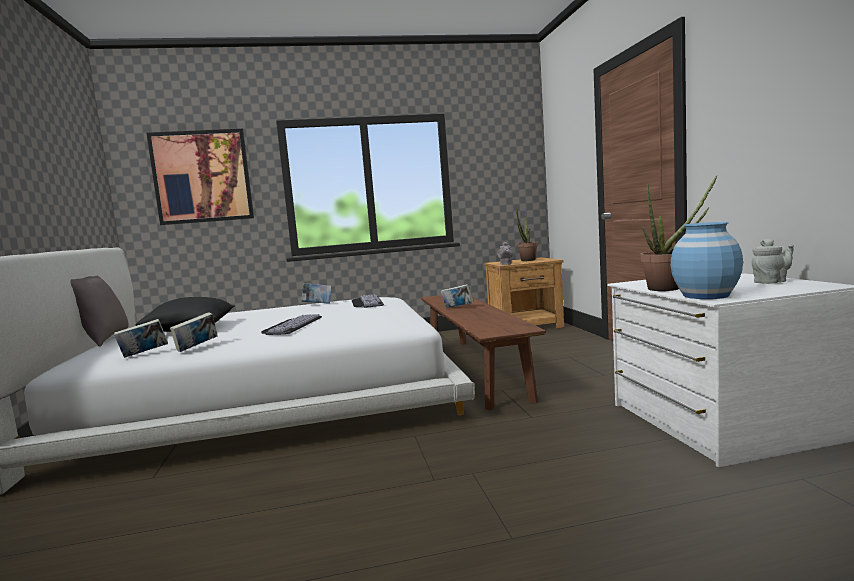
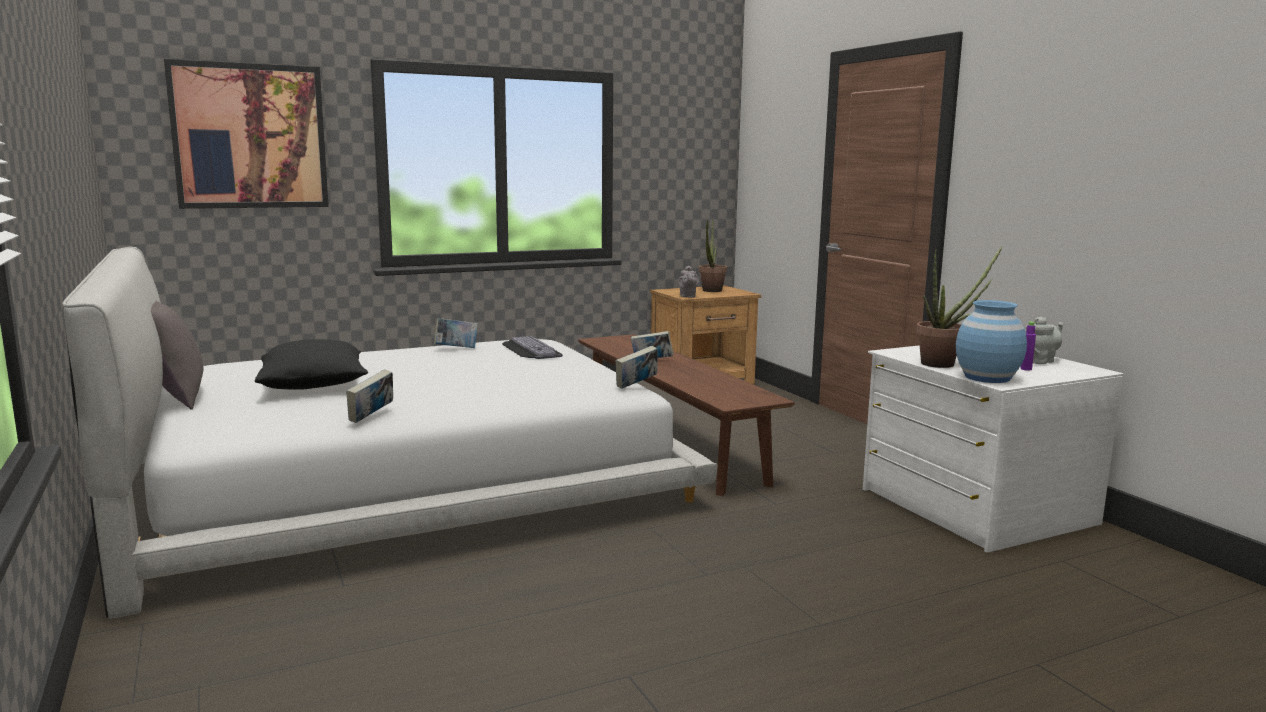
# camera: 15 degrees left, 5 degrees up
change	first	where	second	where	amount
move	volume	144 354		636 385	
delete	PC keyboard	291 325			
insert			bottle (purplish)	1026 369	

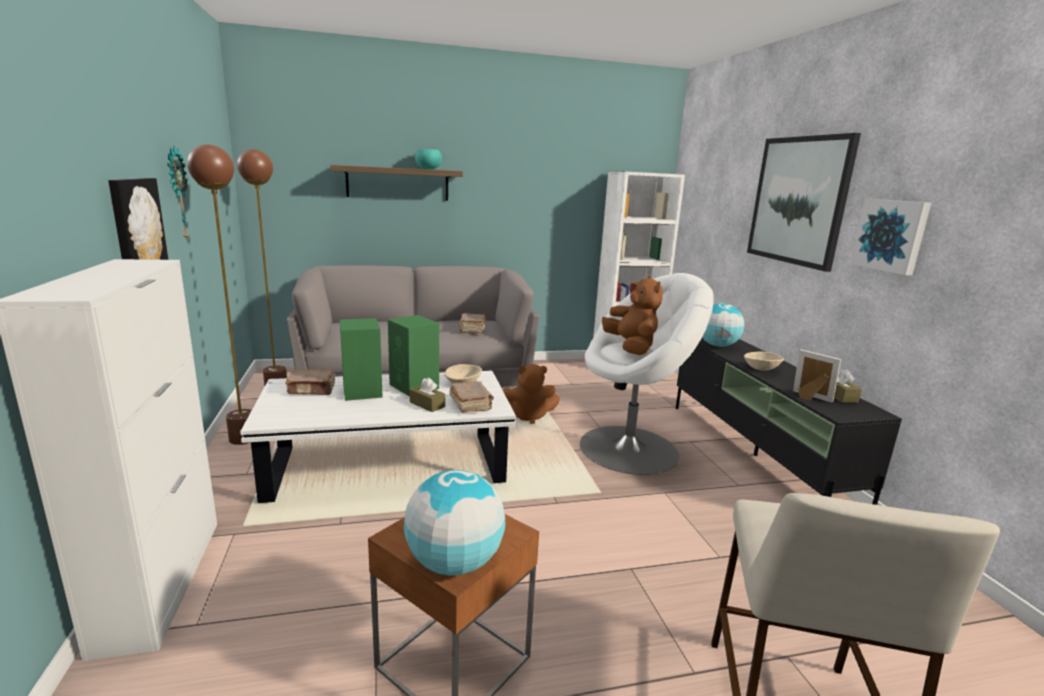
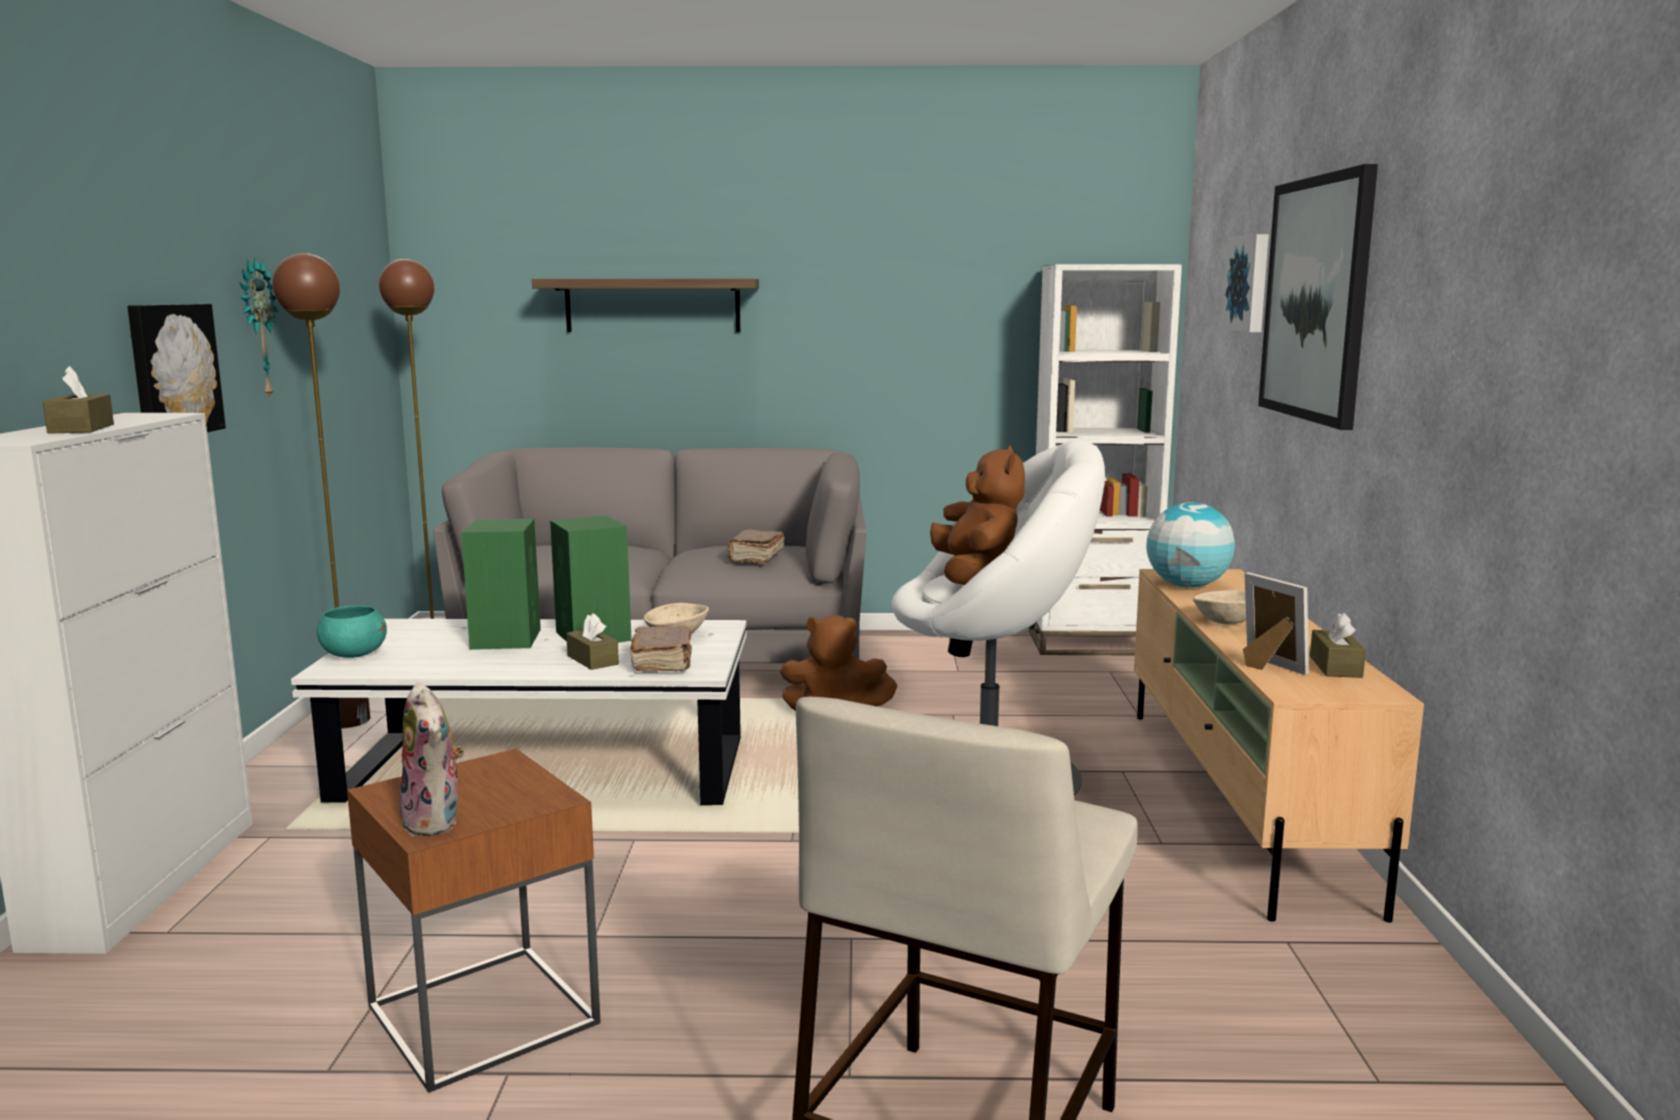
# camera: 15 degrees right, 5 degrees down
change	first	where	second	where	amount
delete	volume (brownish)	312 390			
replace	globe	454 563	plush toy	436 822	
move	serving bowl (turquoise-coloured)	428 169		353 655	
recolor	tv stand (blackish)	755 455	tv stand (beige-coloured)	1240 801	
move	wall picture	891 235		1249 283	
insert			tissue box (brownish)	81 429	

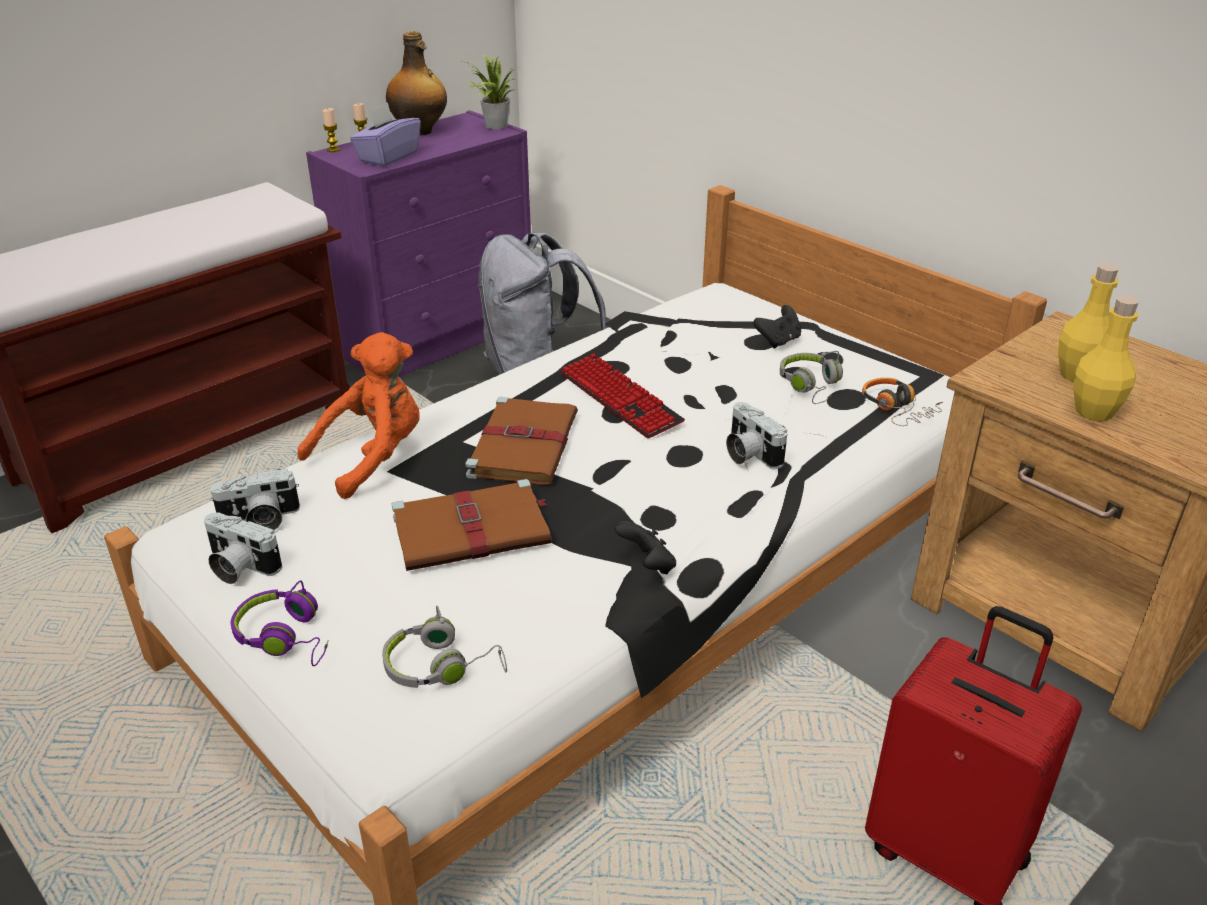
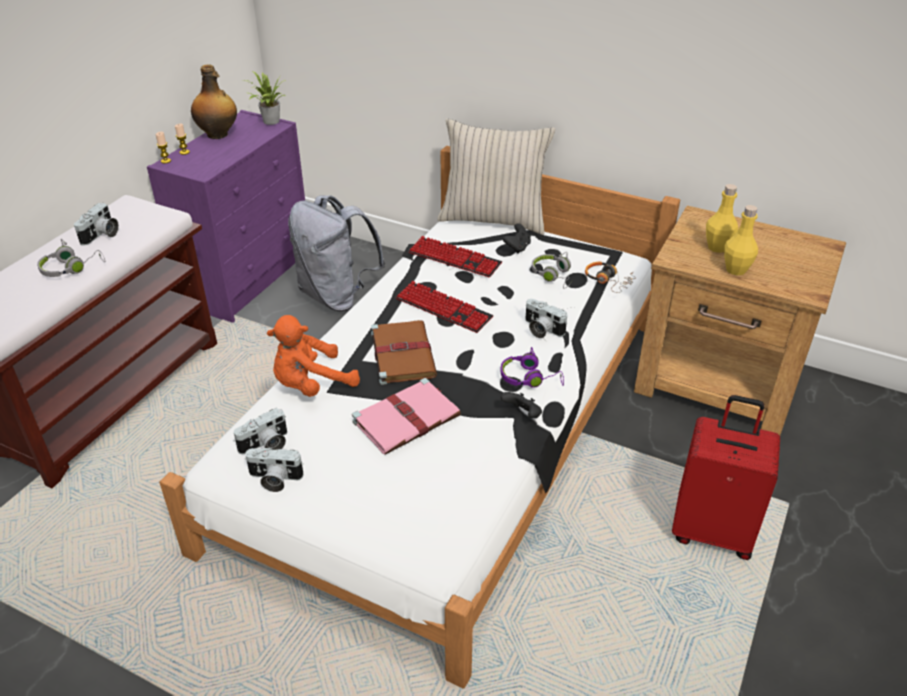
# camera: 20 degrees left, 5 degrees up
change	first	where	second	where	amount
move	headset (purplish)	287 637		530 378	
rotate	plush toy (orange-coloured)	373 457		311 385	150 degrees counterclockwise
delete	tissue box (purplish)	388 157			
move	headset (gray)	443 666		71 268	
recolor	volume (brownish)	473 530	volume (pinkish)	407 418	
insert			photo camera	101 235	
insert			PC keyboard	454 258	
insert			throw pillow (beige-coloured)	493 219	

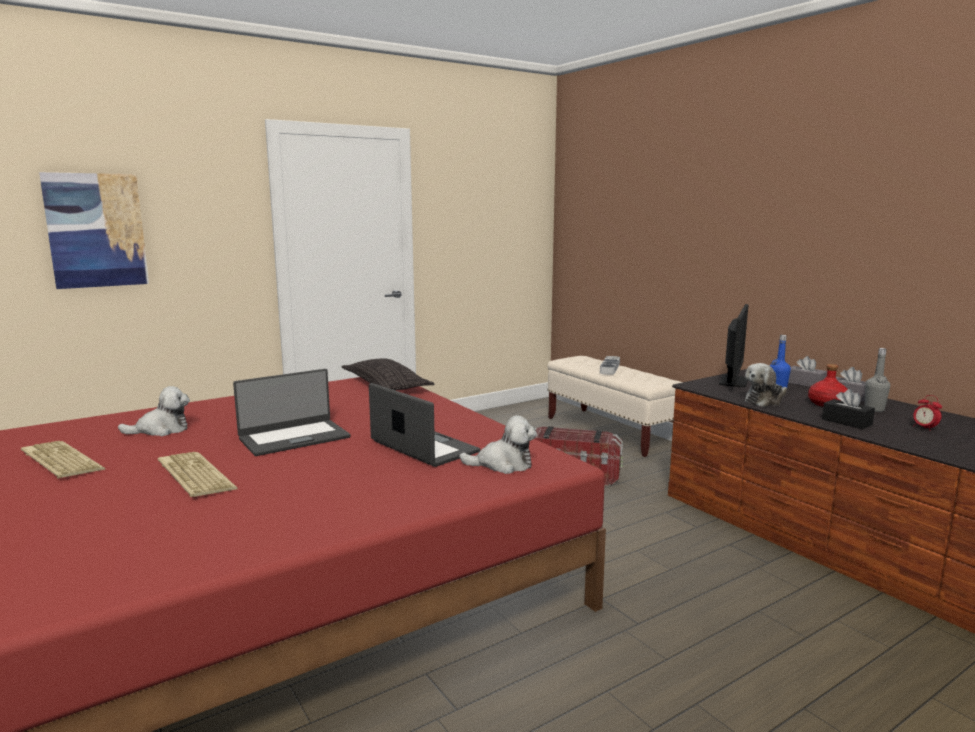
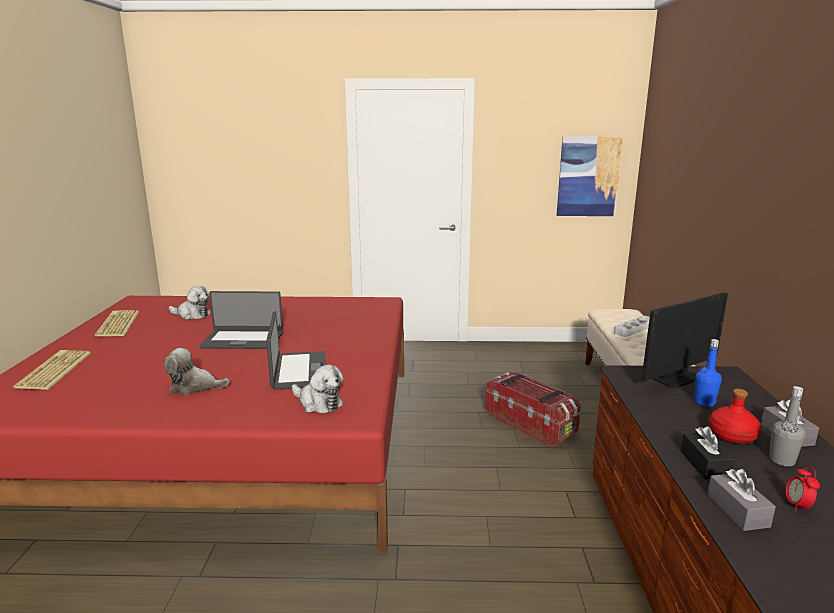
# camera: 35 degrees right, 5 degrees up
change	first	where	second	where	amount
move	wall picture	96 230		588 176	
move	PC keyboard	193 475		53 370	
delete	throw pillow	385 384			
move	plush toy	765 401		194 387	
move	tissue box (gray)	805 383		737 511	

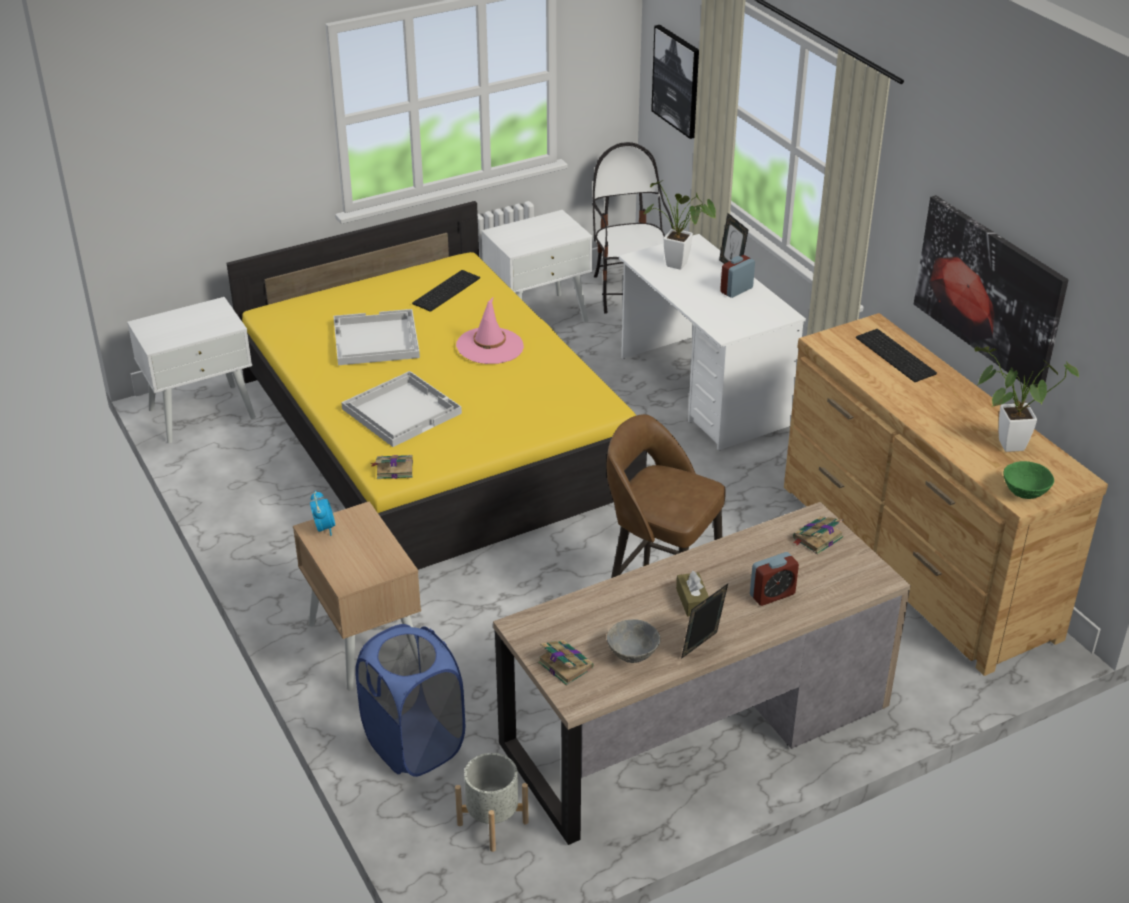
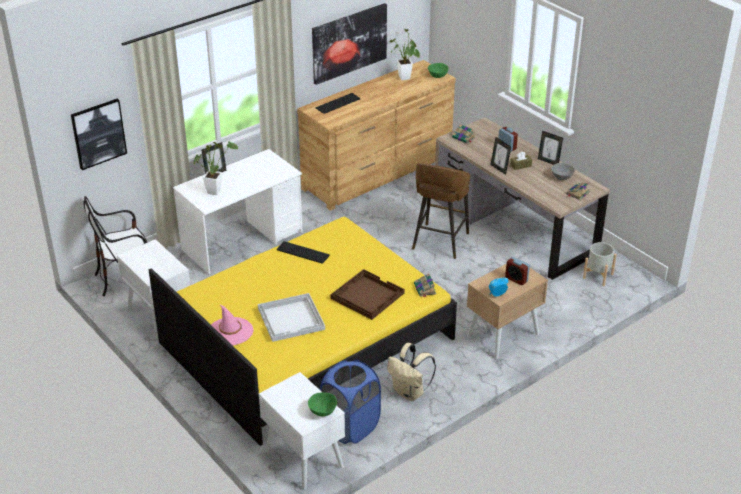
# camera: 100 degrees left, 0 degrees up
change	first	where	second	where	amount
recolor	serving tray (white-coloured)	402 410	serving tray (brownish)	366 296	
move	laundry basket (bluish)	414 744		350 427	
move	PC keyboard	446 290		302 253	
move	hat (pinkish)	490 346		230 331	
move	bedside clock	736 290		516 279	
insert			serving bowl (green-coloured)	322 411	
insert			rucksack (beige-coloured)	410 392	
insert			picture frame	499 169	

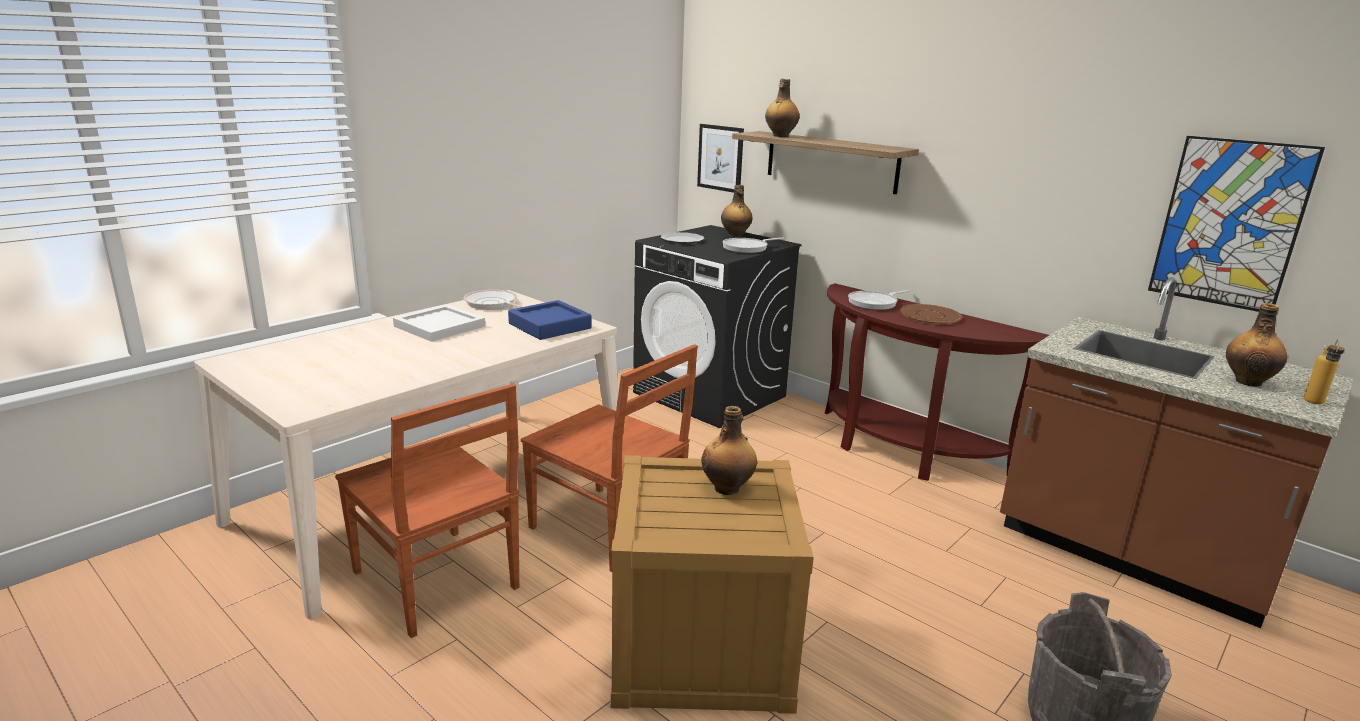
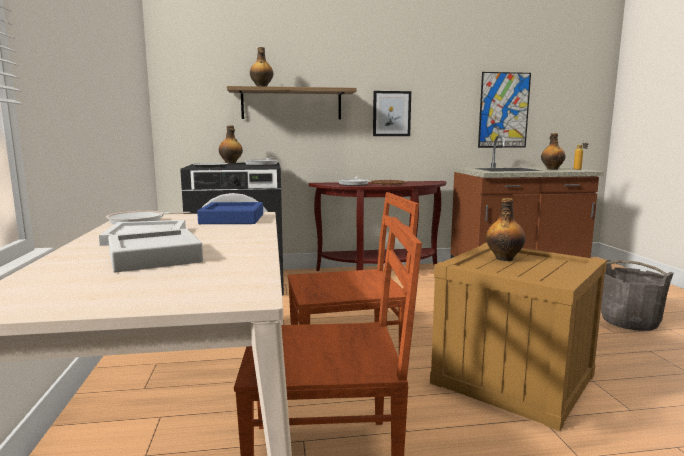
# camera: 50 degrees left, 10 degrees down
change	first	where	second	where	amount
move	wall picture	720 158		391 113	
insert			serving tray (gray)	155 258	

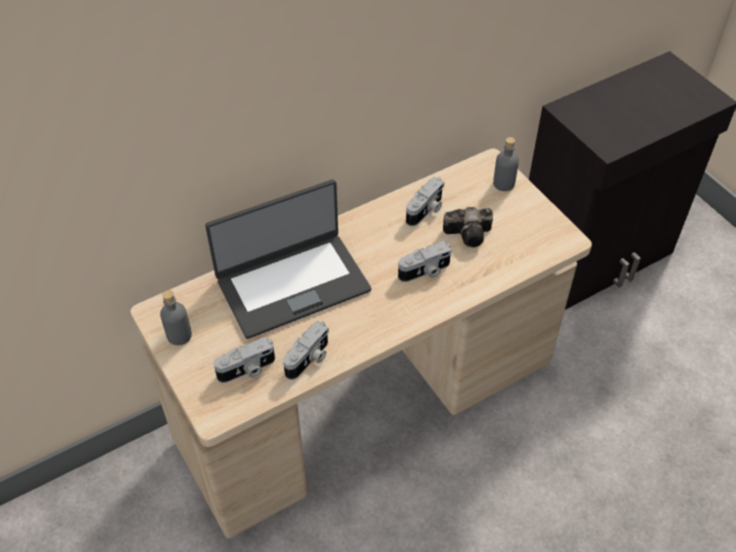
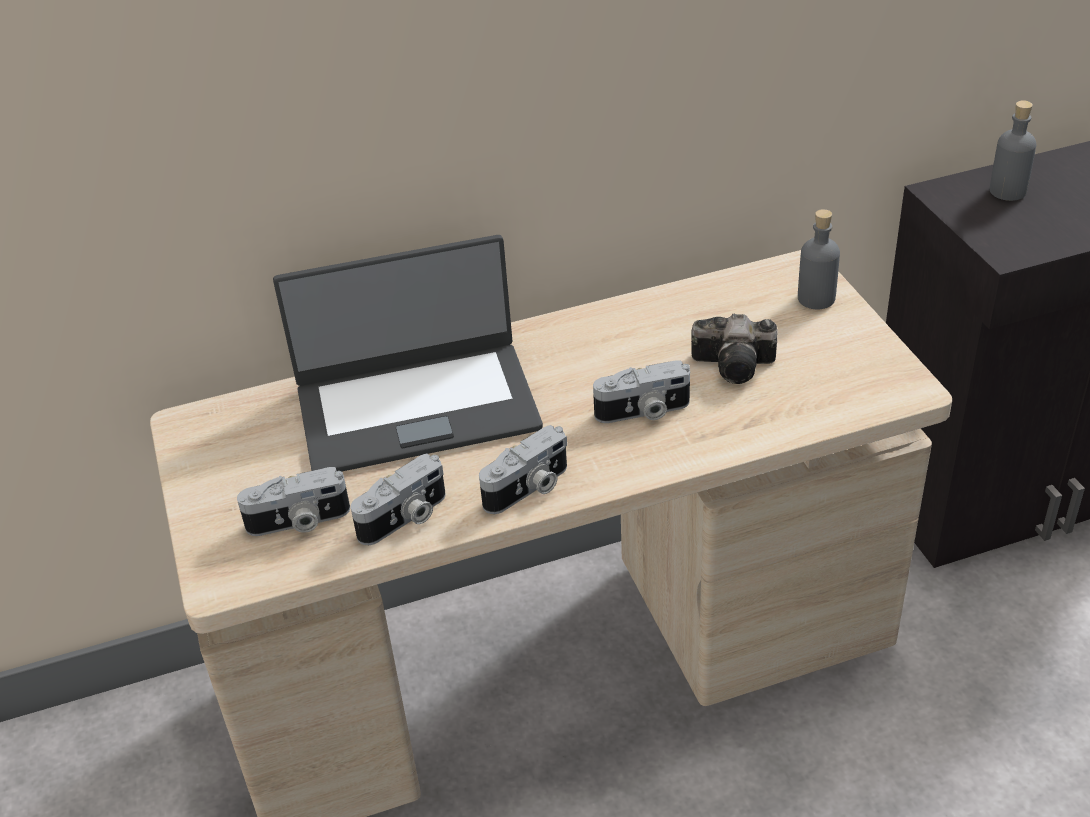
# camera: 15 degrees right, 10 degrees down
change	first	where	second	where	amount
move	bottle (gray)	179 335		1007 191	
move	photo camera	426 210		529 488	

